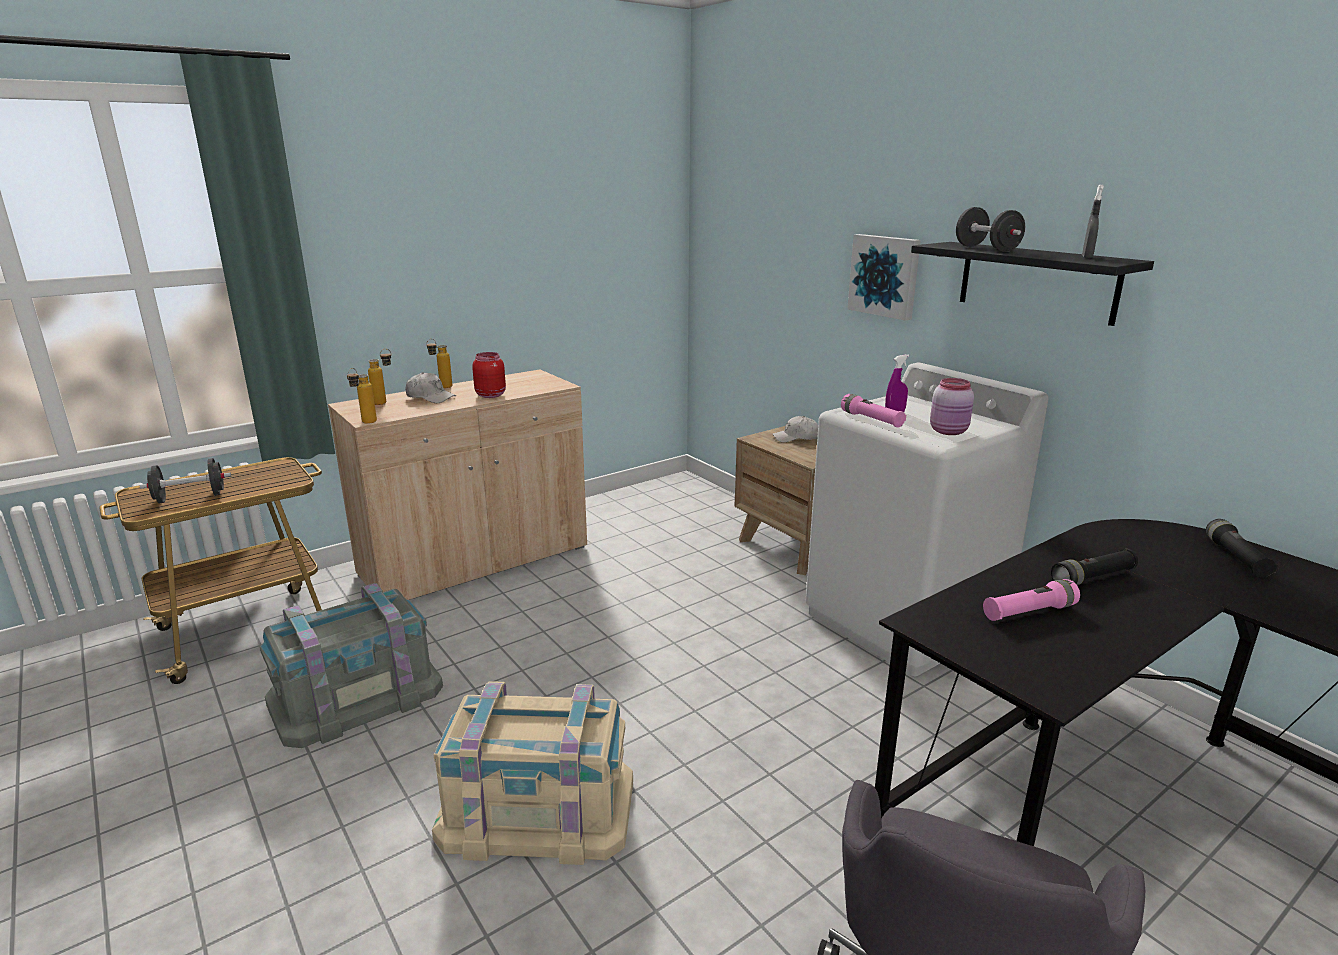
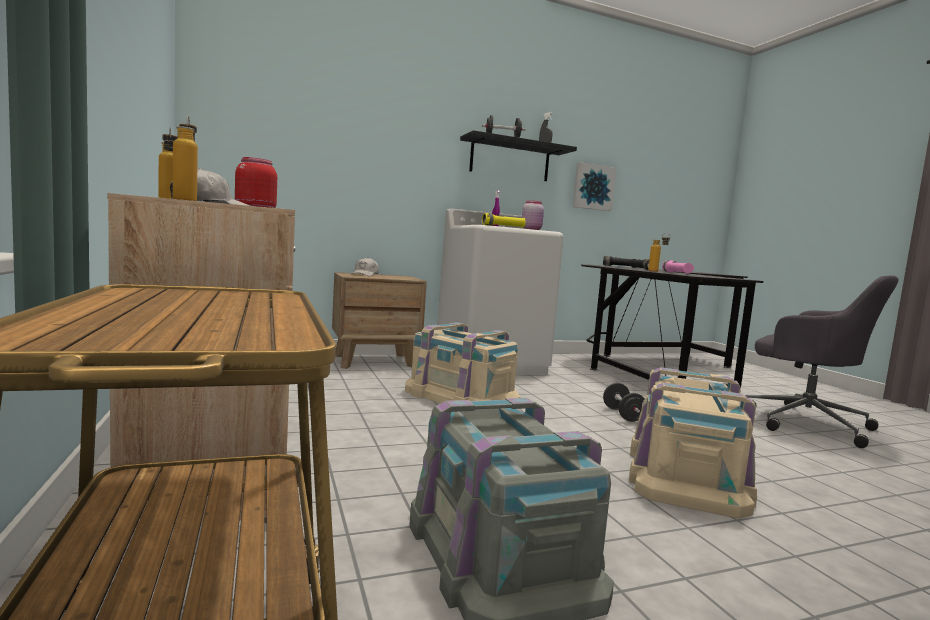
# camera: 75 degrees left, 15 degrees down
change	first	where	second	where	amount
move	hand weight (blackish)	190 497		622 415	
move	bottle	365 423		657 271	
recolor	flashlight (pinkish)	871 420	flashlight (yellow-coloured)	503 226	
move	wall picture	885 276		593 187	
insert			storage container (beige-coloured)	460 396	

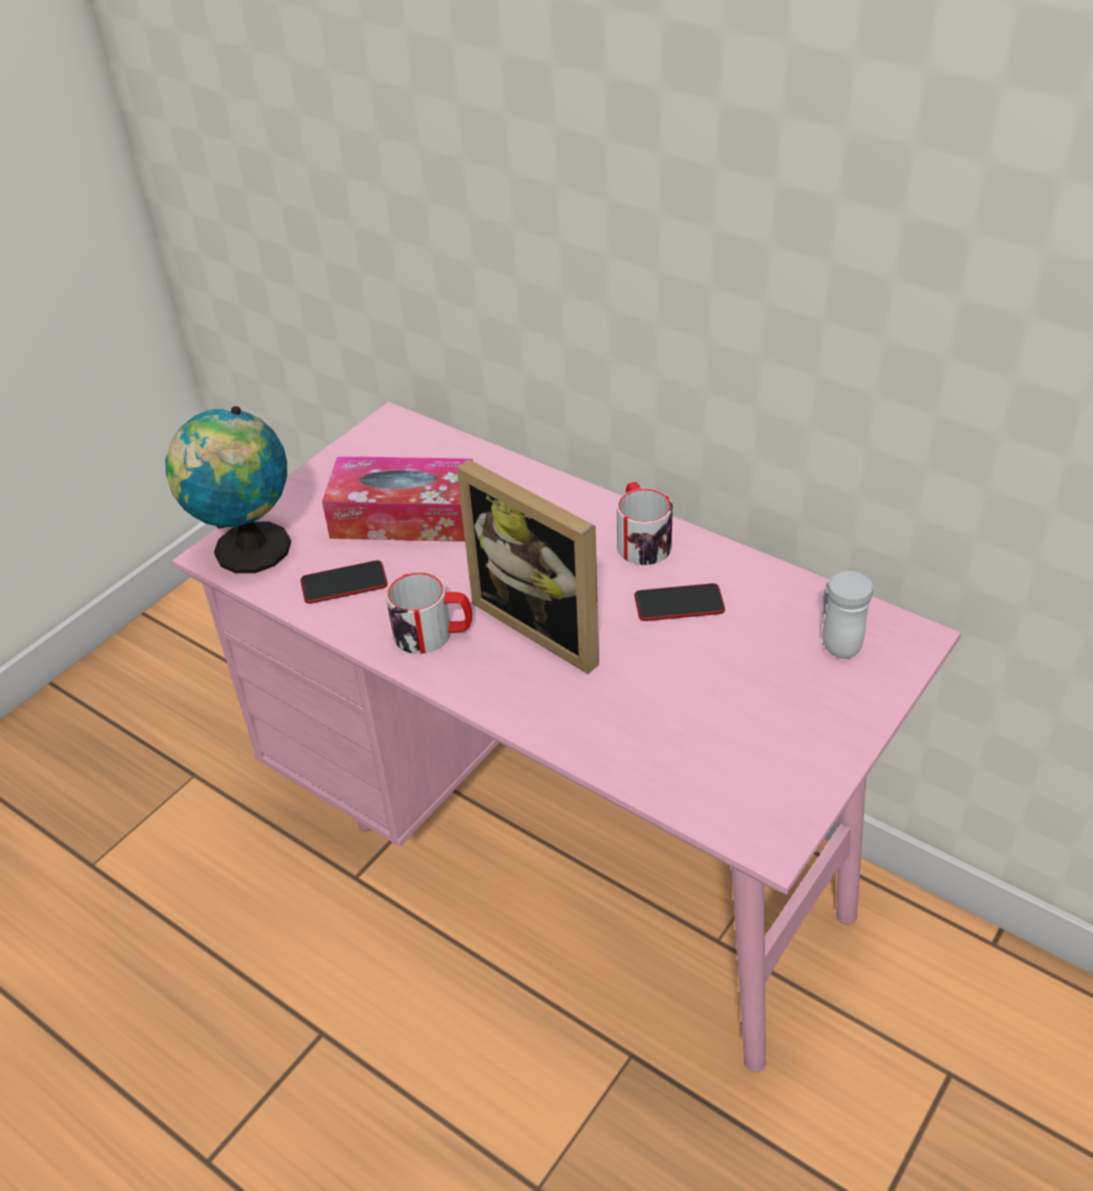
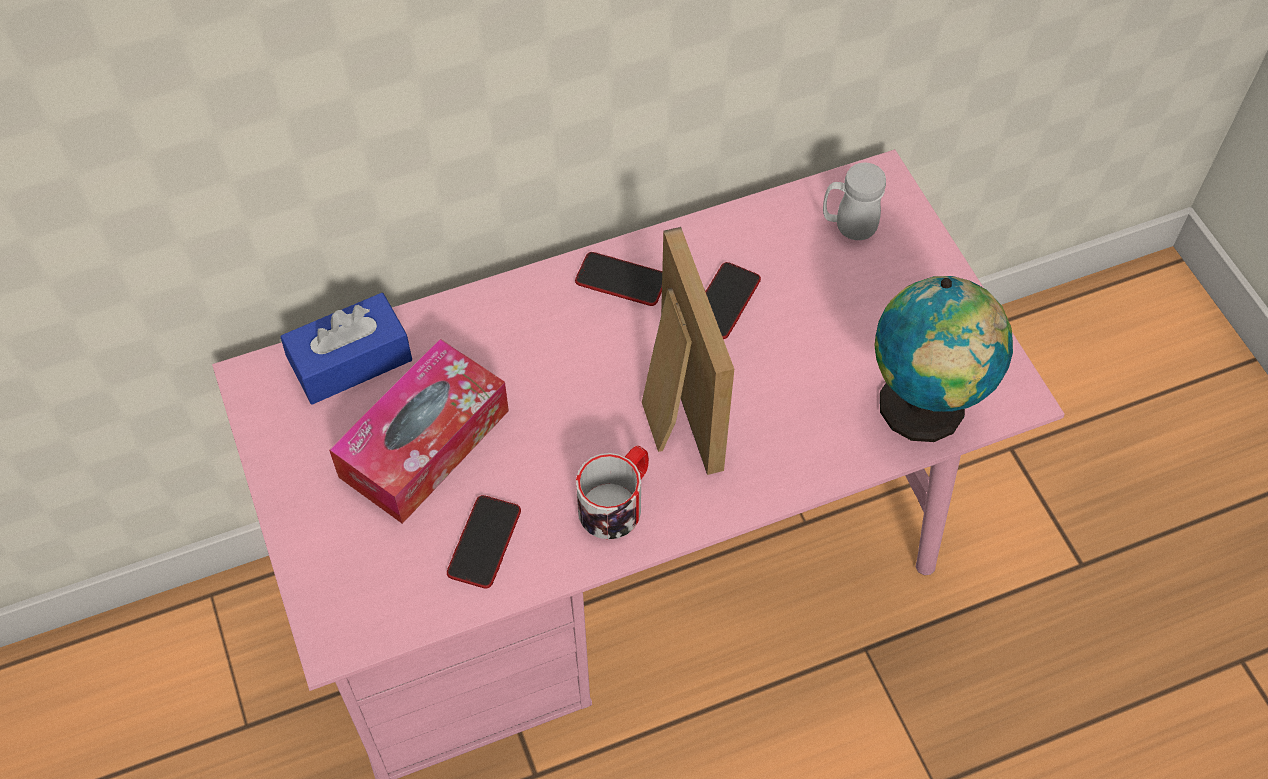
# camera: 60 degrees left, 15 degrees up
change	first	where	second	where	amount
move	globe	248 551		924 411	
rotate	picture frame	546 623		672 408	90 degrees counterclockwise
replace	coffee mug	641 540	handset	621 280	
insert			tissue box (bluish)	351 361	

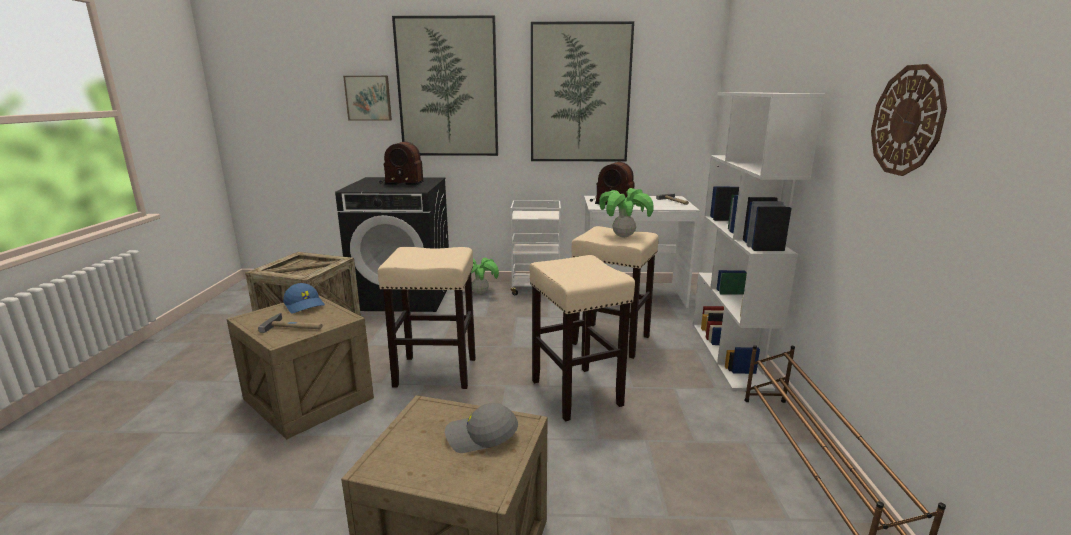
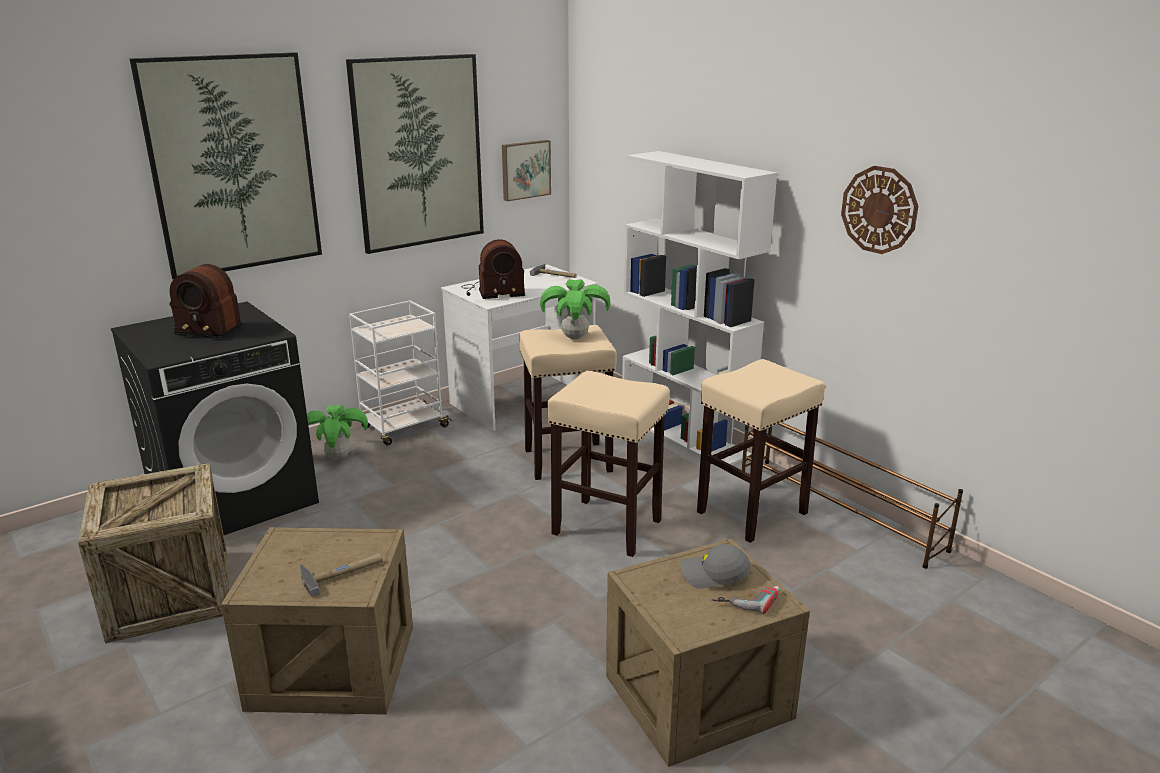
# camera: 40 degrees left, 5 degrees up
change	first	where	second	where	amount
delete	baseball cap (bluish)	305 305			
move	wall picture	368 98		525 169	
move	stool (beige-coloured)	434 372		751 513	
rotate	radio set	401 182		208 326	45 degrees clockwise
rotate	baseball cap (gray)	481 437		714 575	45 degrees clockwise
insert			electric drill	747 598	

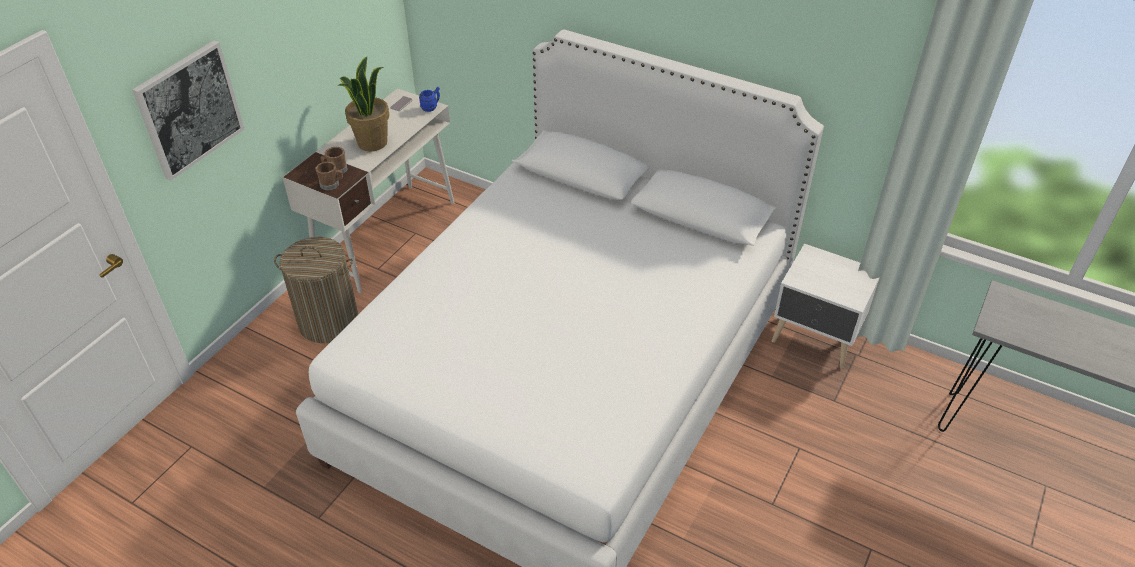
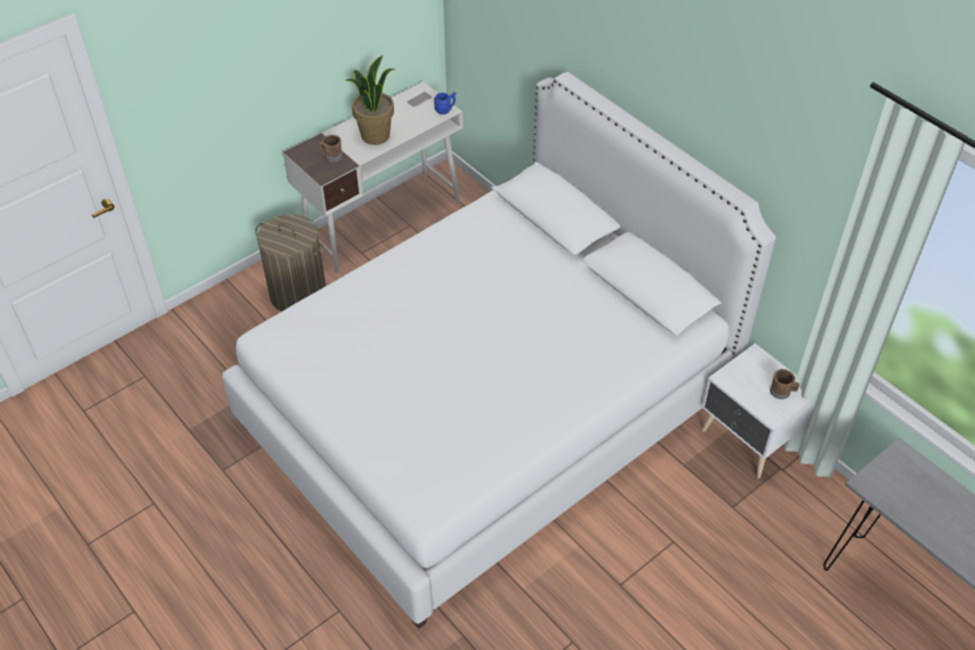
# camera: 20 degrees right, 5 degrees up
change	first	where	second	where	amount
delete	wall picture	189 109			
move	coffee mug (brownish)	332 184		782 392	

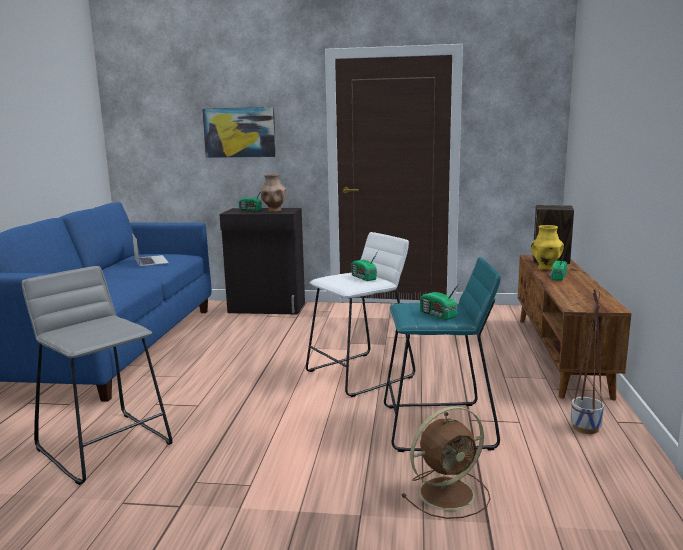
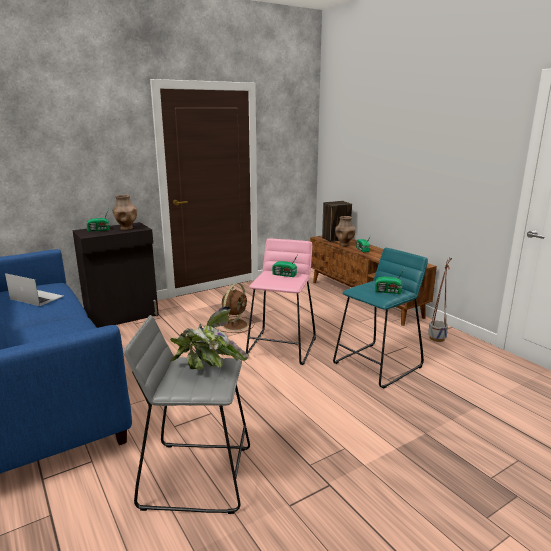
# camera: 40 degrees left, 5 degrees up
change	first	where	second	where	amount
delete	wall picture	239 132			
recolor	stool (white-coloured)	360 374	stool (pinkish)	282 347	
move	fan (brownish)	448 493		236 324	
recolor	vase (yellow-coloured)	545 268	vase (brownish)	344 245	
insert			houseplant	207 369	

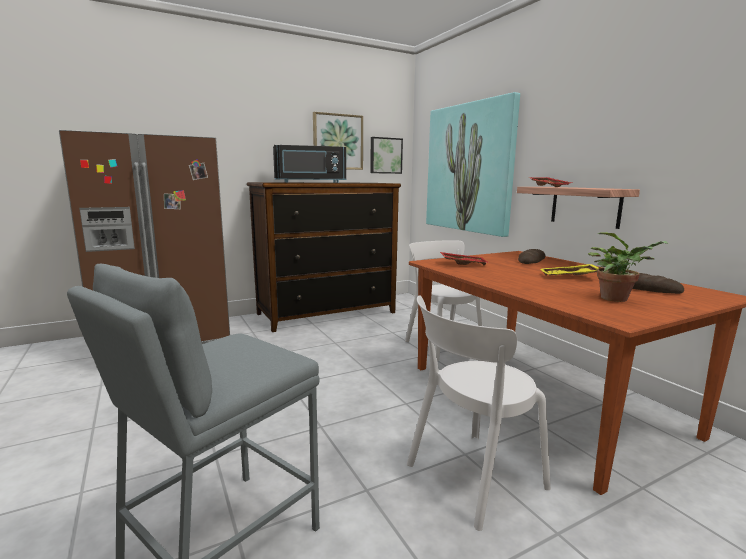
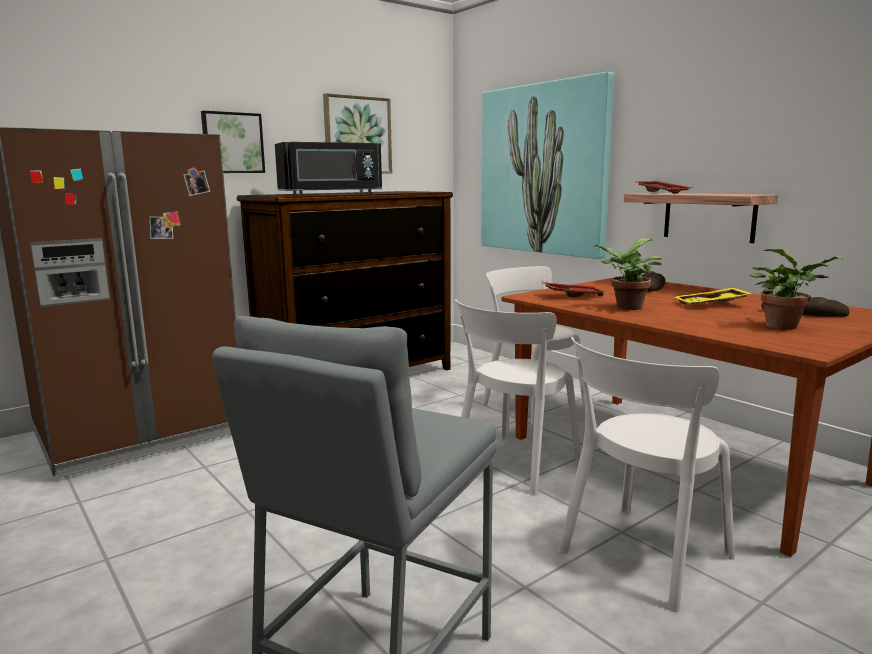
# camera: 10 degrees left, 0 degrees up
change	first	where	second	where	amount
move	wall picture	385 155		232 143	
insert			plain chair (white-coloured)	513 465	
insert			houseplant	626 307	

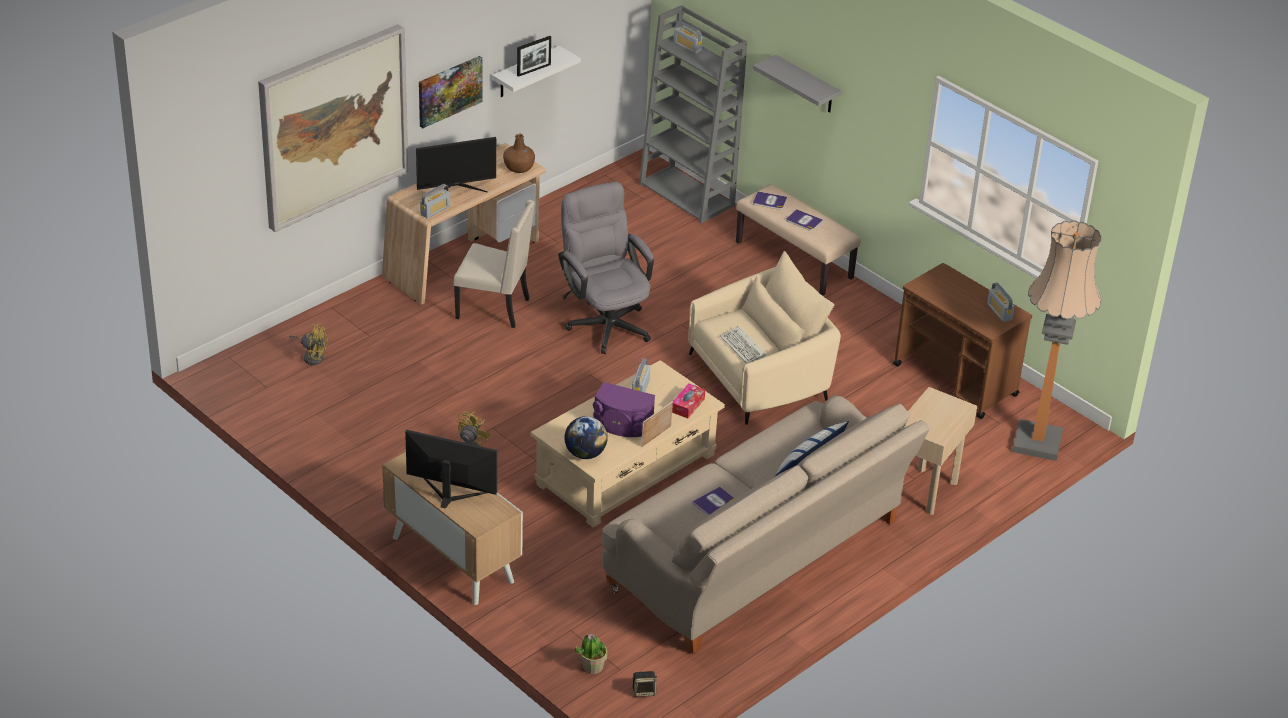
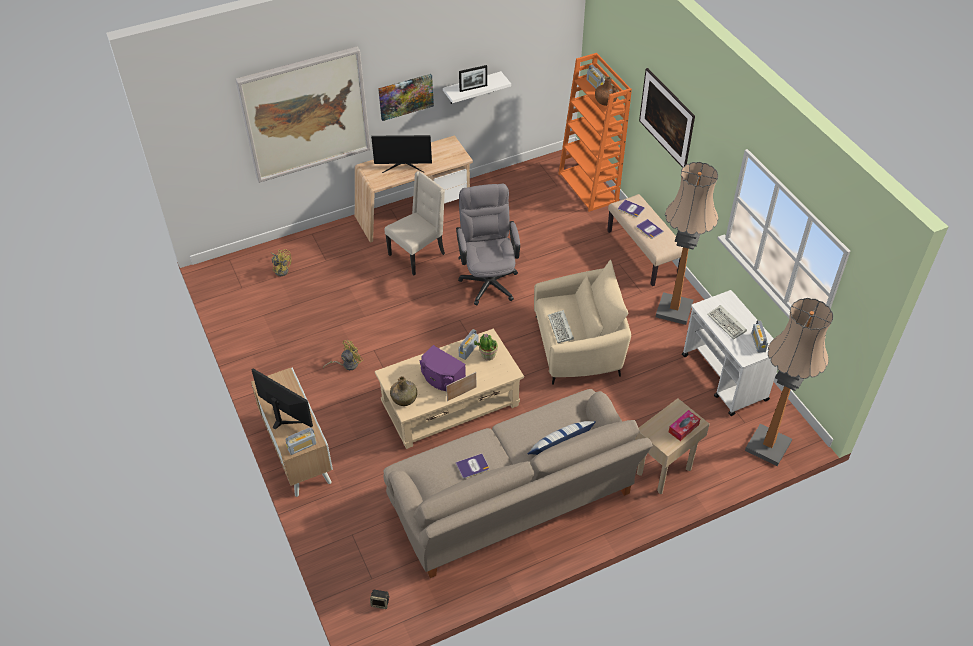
# camera: 20 degrees right, 10 degrees up
change	first	where	second	where	amount
move	radio set	435 210		302 446	
rotate	plain chair (beige-coloured)	495 308		418 254	75 degrees counterclockwise
move	bottle (brownish)	519 167		606 100	
replace	globe	585 454	bottle (green-coloured)	404 398	
move	houseplant	592 667		488 355	
recolor	bookcase (gray)	688 195	bookcase (orange-coloured)	589 187	
move	tissue box	688 405		683 428	
replace	wall shelf (gray)	807 85	wall picture	664 131	
recolor	cart (brownish)	956 381	cart (white-coloured)	724 378	
insert			standard lamp	674 310	
insert			PC keyboard	727 324	

